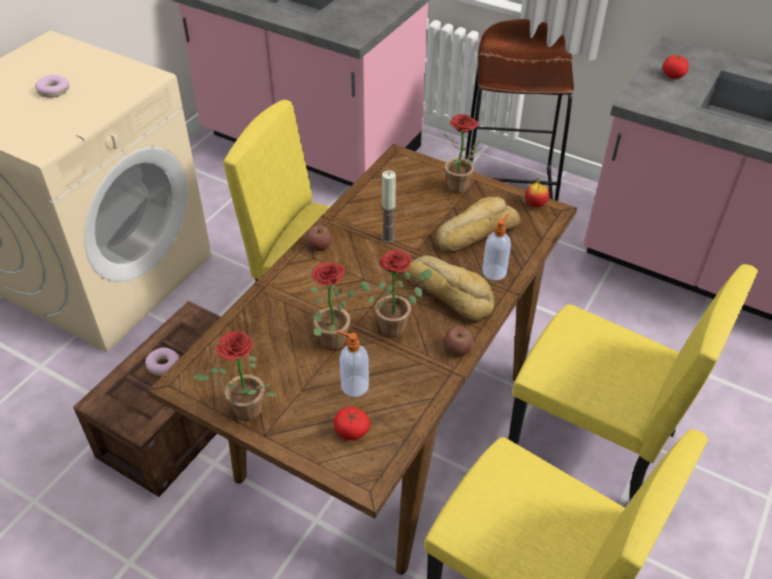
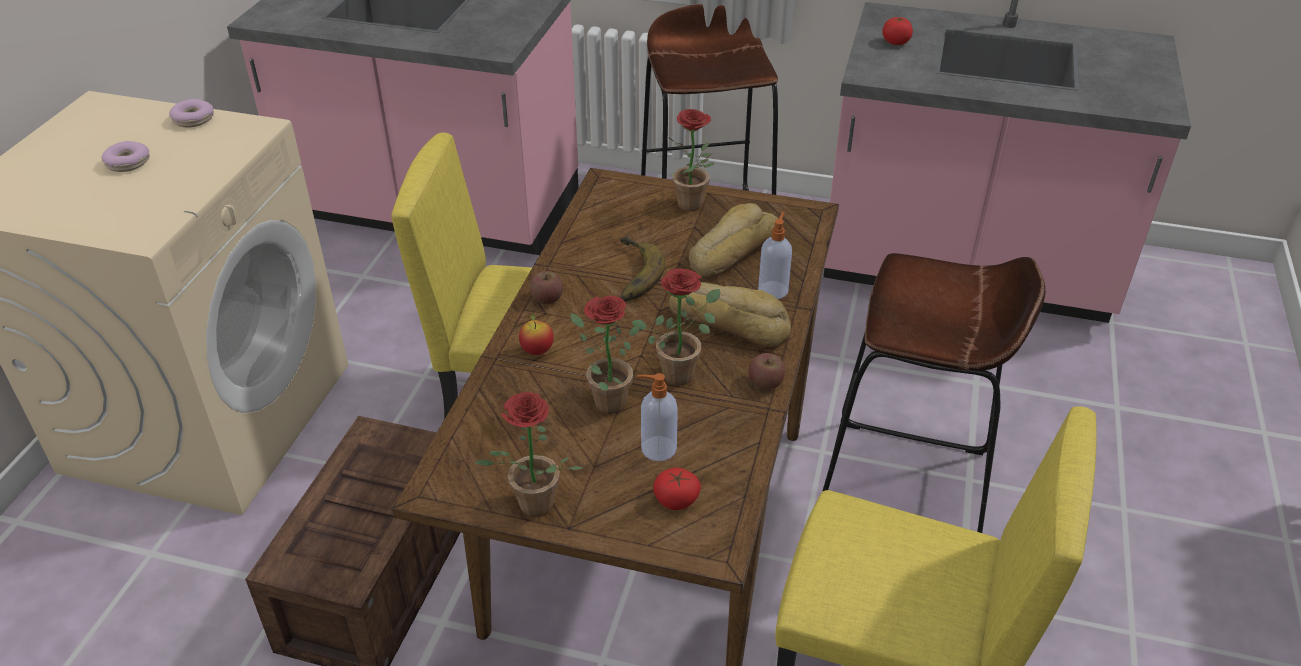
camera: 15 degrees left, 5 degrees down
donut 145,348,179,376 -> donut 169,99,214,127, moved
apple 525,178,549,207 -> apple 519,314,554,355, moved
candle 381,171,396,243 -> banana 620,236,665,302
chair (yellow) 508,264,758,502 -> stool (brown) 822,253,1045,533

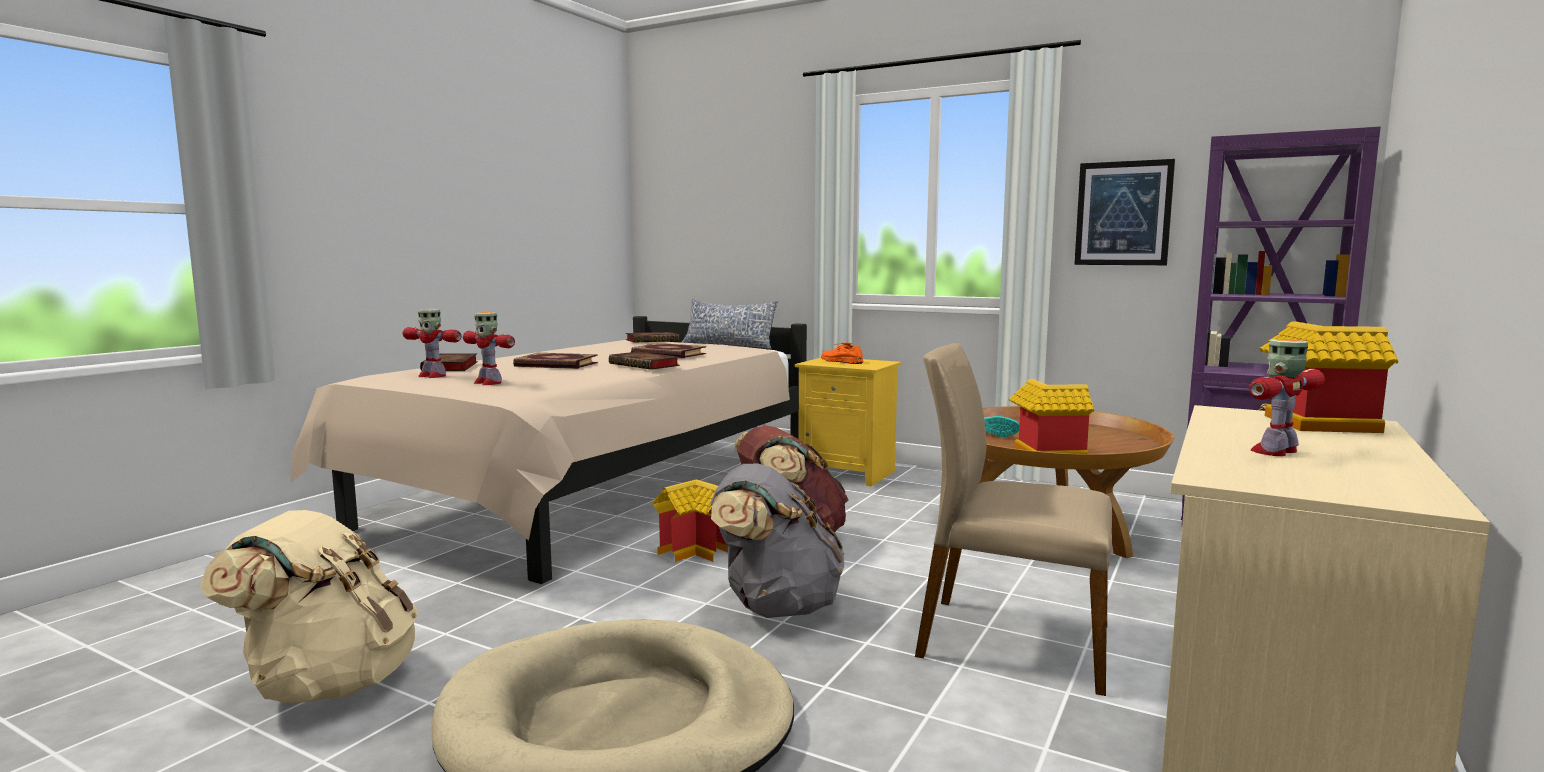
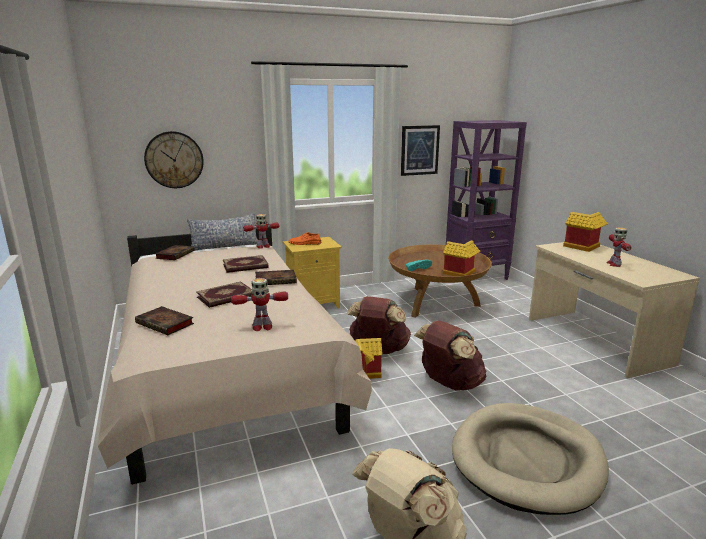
camera: 50 degrees left, 10 degrees up
chair (beige) 915,343,1112,696 -> none
none -> wall clock 144,131,204,188
toy robot 402,309,462,378 -> toy robot 243,214,280,249, moved
backpack (grey) 710,463,844,618 -> backpack (brown) 414,321,486,391

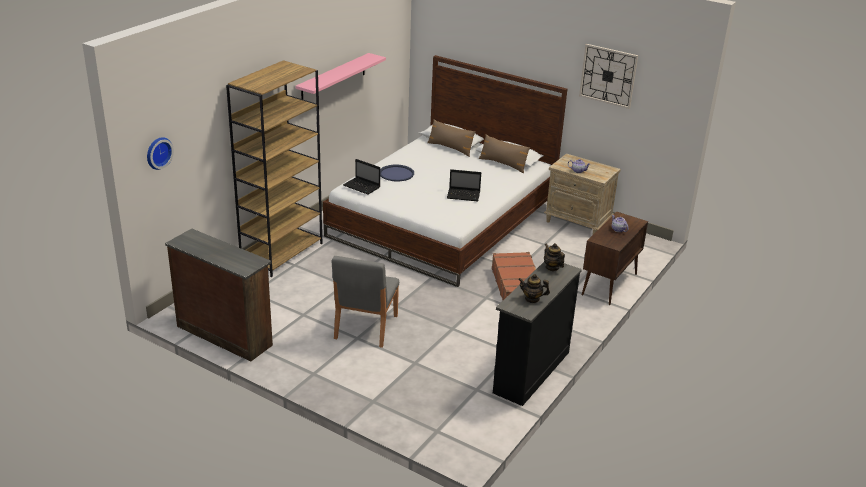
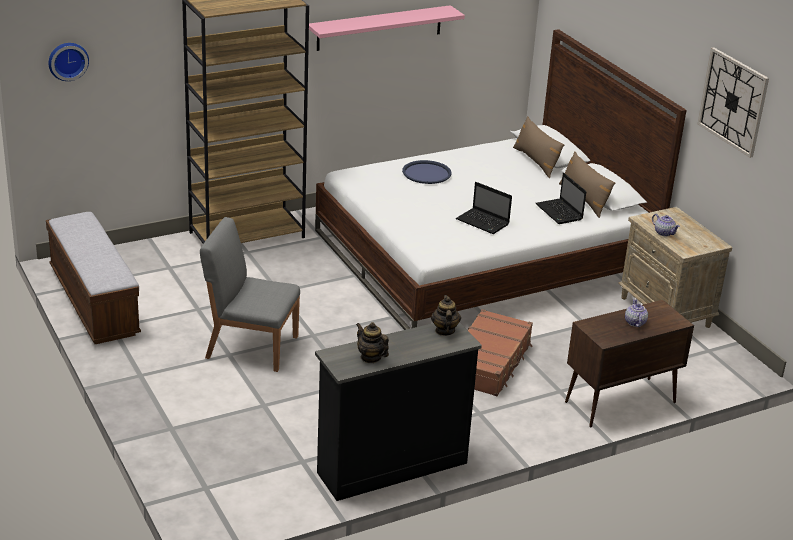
camera: 30 degrees right, 0 degrees up
laptop 343,159,380,195 -> laptop 536,173,586,224, moved
dresser (brown) 165,229,273,362 -> bench 46,212,141,344
chair (grey) 332,256,399,348 -> chair (grey) 200,217,300,372, 60 degrees clockwise

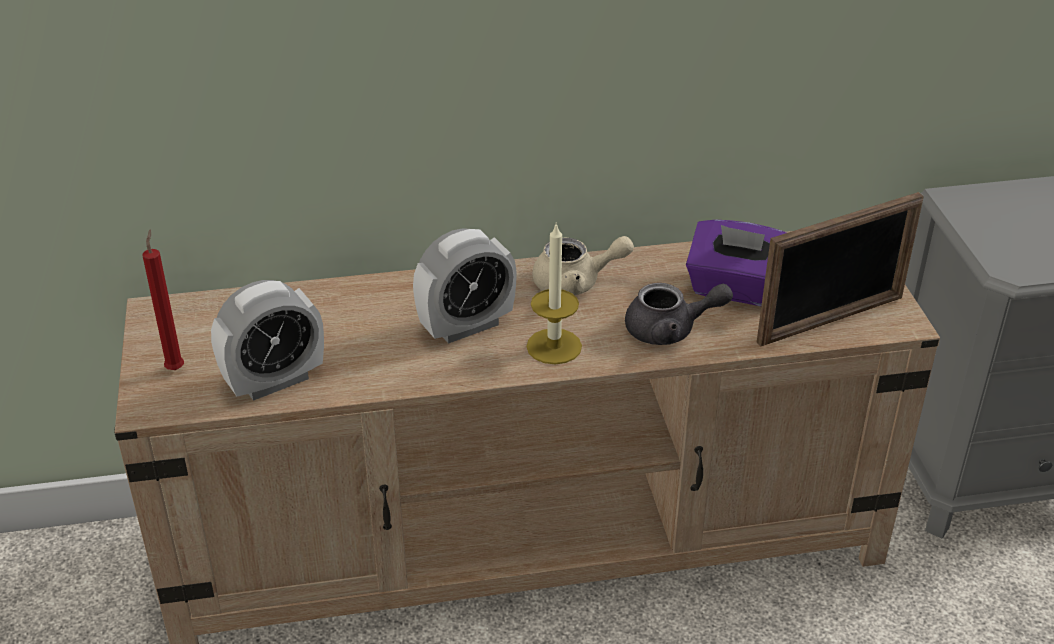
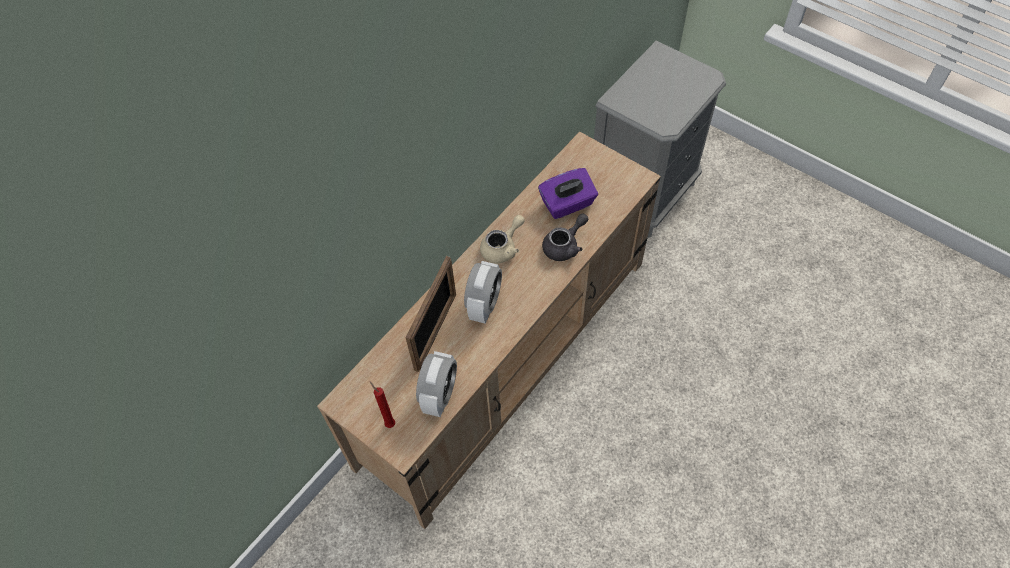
camera: 40 degrees left, 20 degrees up
candle 526,222,582,364 -> none
picture frame 757,192,924,346 -> picture frame 406,256,456,372, moved

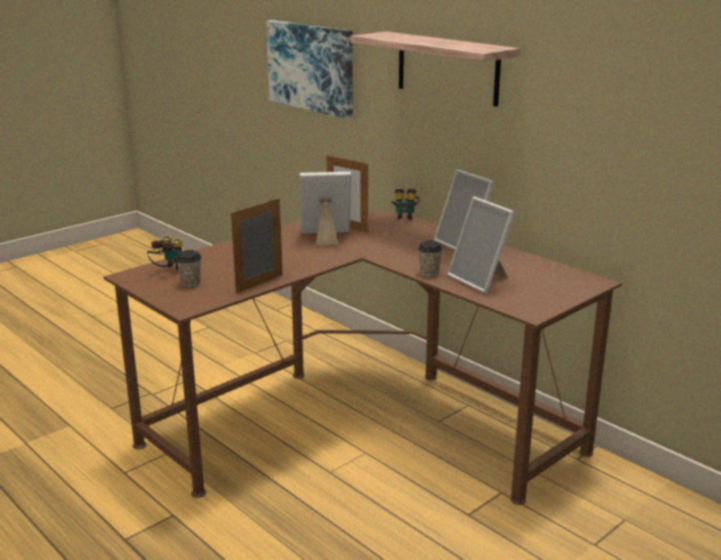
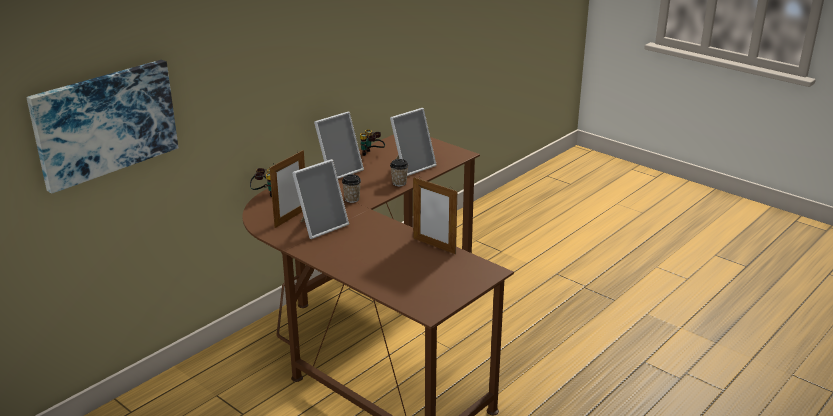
camera: 95 degrees left, 5 degrees up
shelf 350,31,520,107 -> none
binoculars 147,236,182,270 -> binoculars 360,129,385,156, moved
cup 176,250,201,287 -> cup 342,174,361,203, moved
picture frame 299,172,351,245 -> picture frame 292,159,349,239, 120 degrees counterclockwise

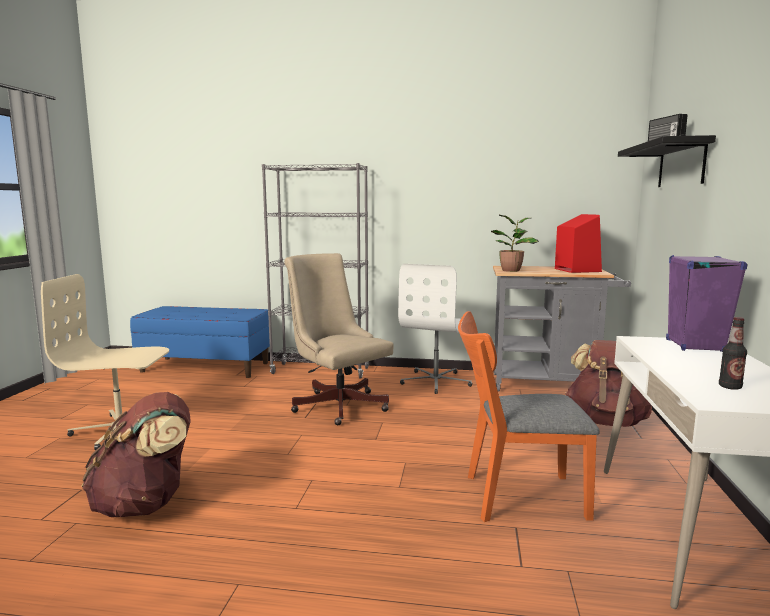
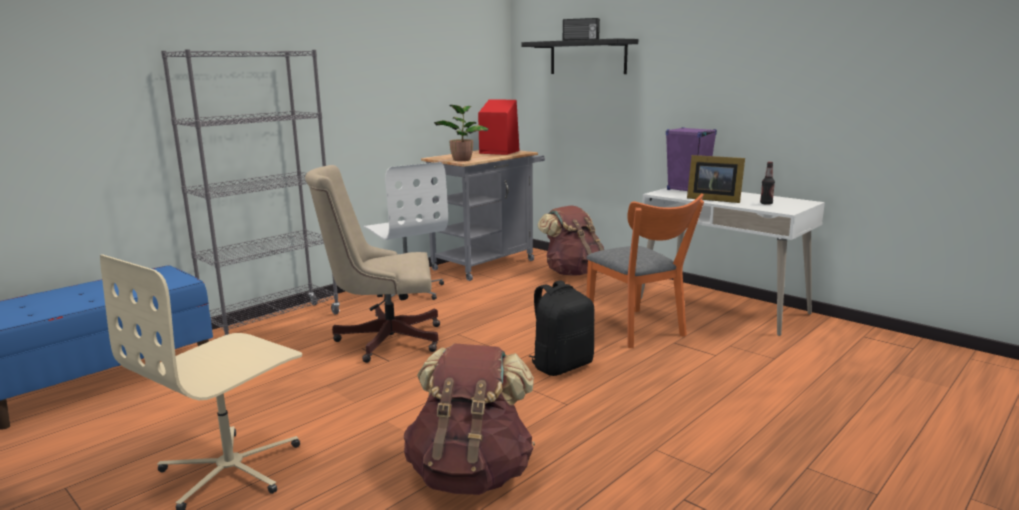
camera: 55 degrees left, 5 degrees up
none -> backpack (black) 529,280,595,376
none -> picture frame 687,155,745,203
chair (orange) 458,311,600,522 -> chair (orange) 586,193,704,348, 60 degrees counterclockwise

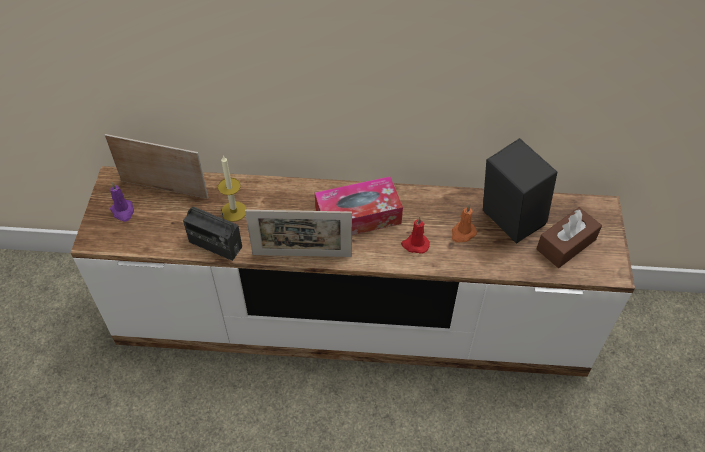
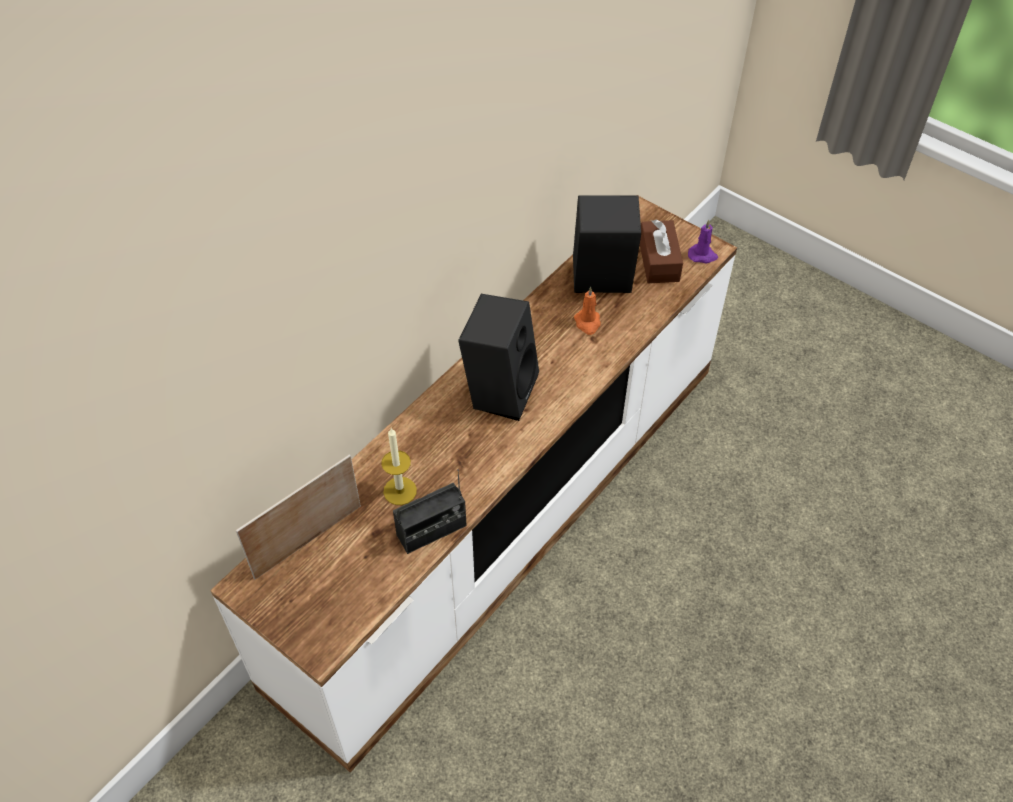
camera: 55 degrees left, 0 degrees up
picture frame 245,210,352,257 -> none
candle (red) 401,217,430,254 -> none
candle (purple) 110,182,134,222 -> candle (purple) 688,220,718,263, moved
tissue box 315,176,403,235 -> speaker (black) 458,294,539,421

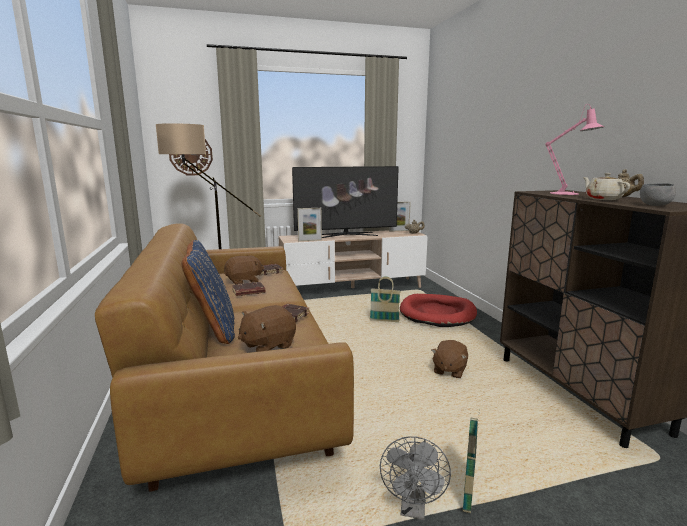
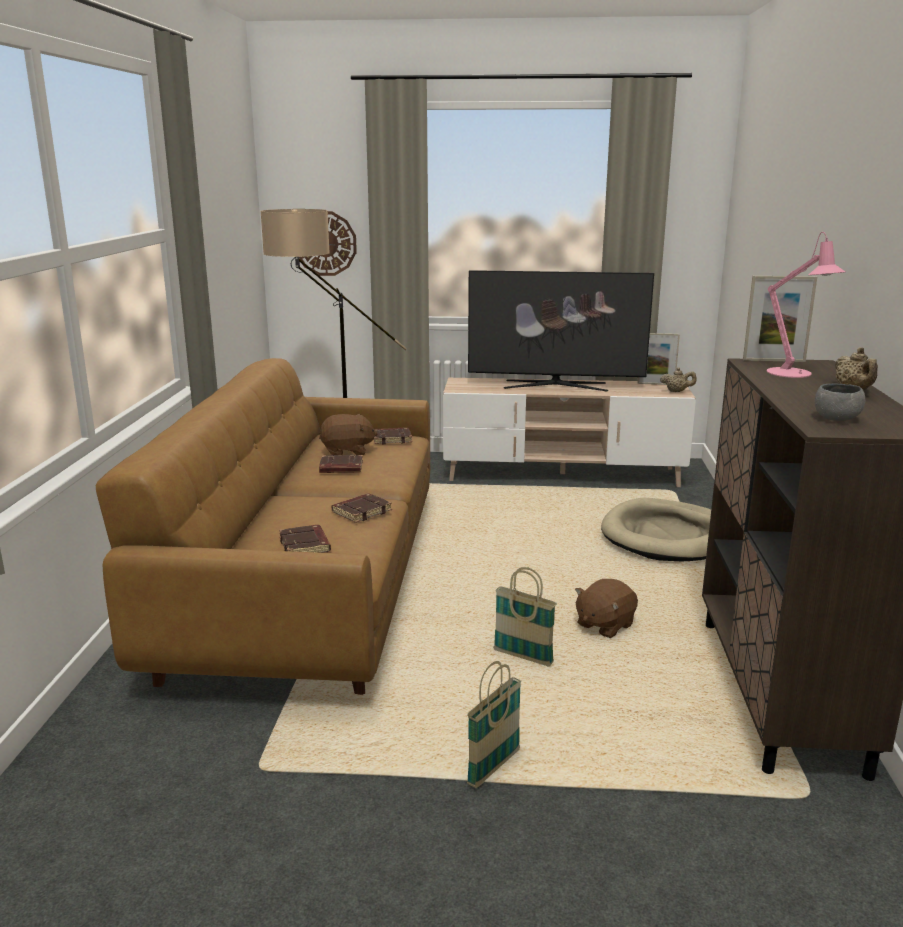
camera: 20 degrees right, 5 degrees up
pillow (blue) 182,240,235,344 -> none
fan (grey) 380,436,451,520 -> none
teapot (beige) 583,173,630,200 -> none
picture frame 297,208,322,241 -> picture frame 743,276,817,362, moved
basket 369,277,401,322 -> basket 493,567,557,667, moved
plush toy (brown) 238,305,296,352 -> book (brown) 279,525,331,553
dog bed (red) 400,294,477,327 -> dog bed (beige) 601,498,711,561

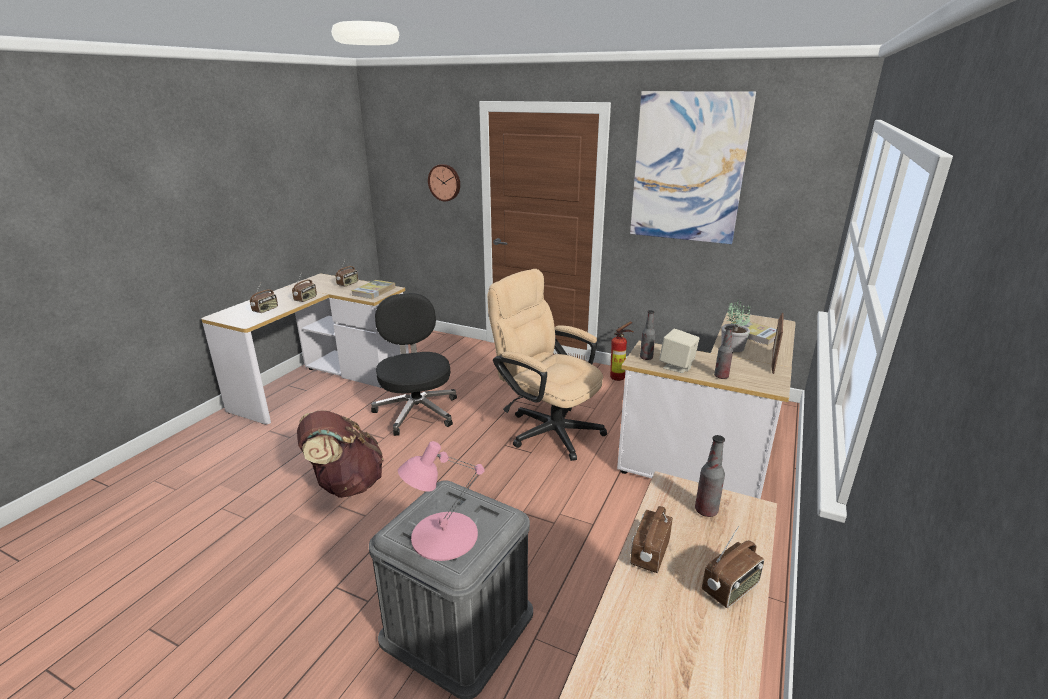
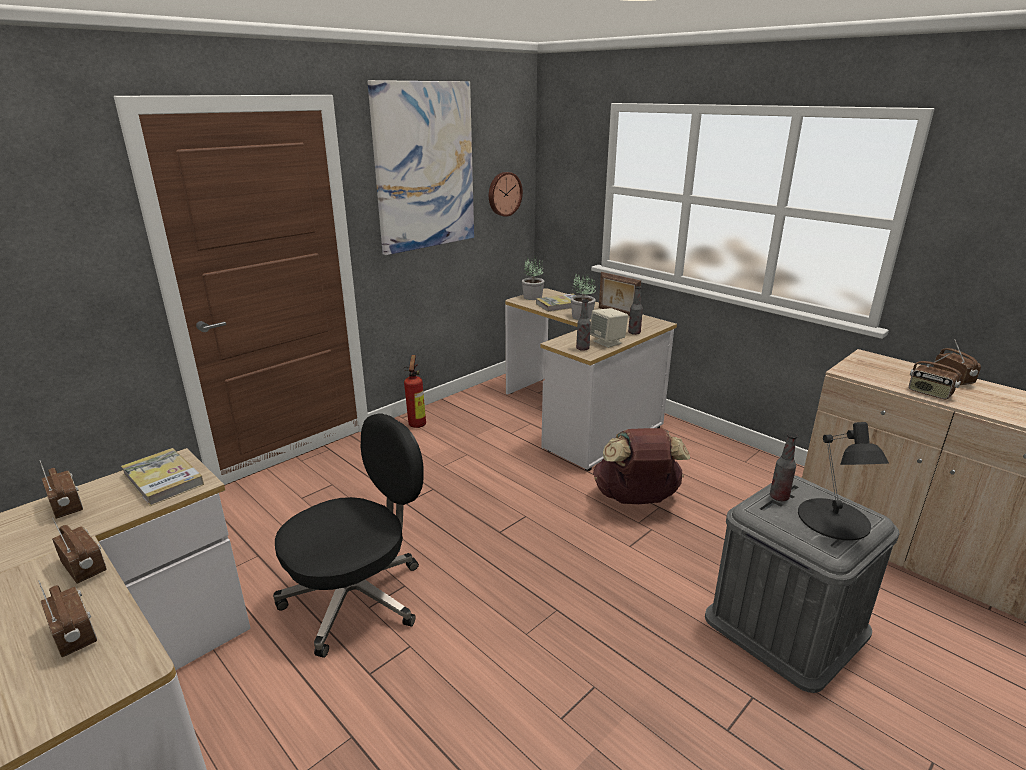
camera: 70 degrees left, 0 degrees up
office chair (beige) 487,269,607,461 -> none
none -> potted plant 522,256,544,300
backpack (brown) 297,410,384,498 -> backpack (brown) 593,428,690,504, moved
wall clock 428,164,460,201 -> wall clock 489,172,523,217, moved
bottle 695,435,725,517 -> bottle 770,433,797,501, moved
table lamp (pink) 398,441,485,561 -> table lamp (black) 798,422,889,541
office chair (black) 371,293,457,436 -> office chair (black) 273,414,423,658, 135 degrees clockwise

